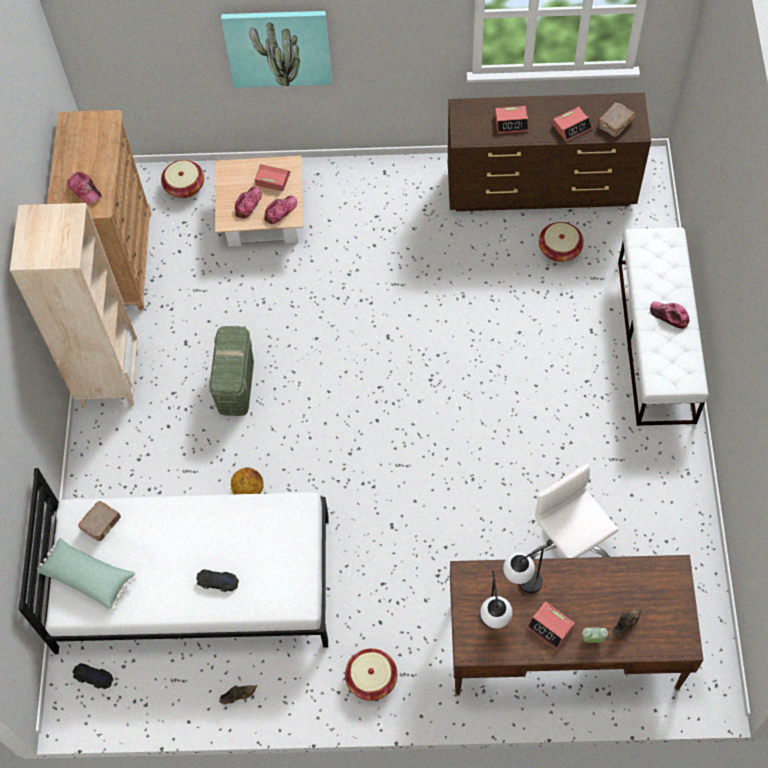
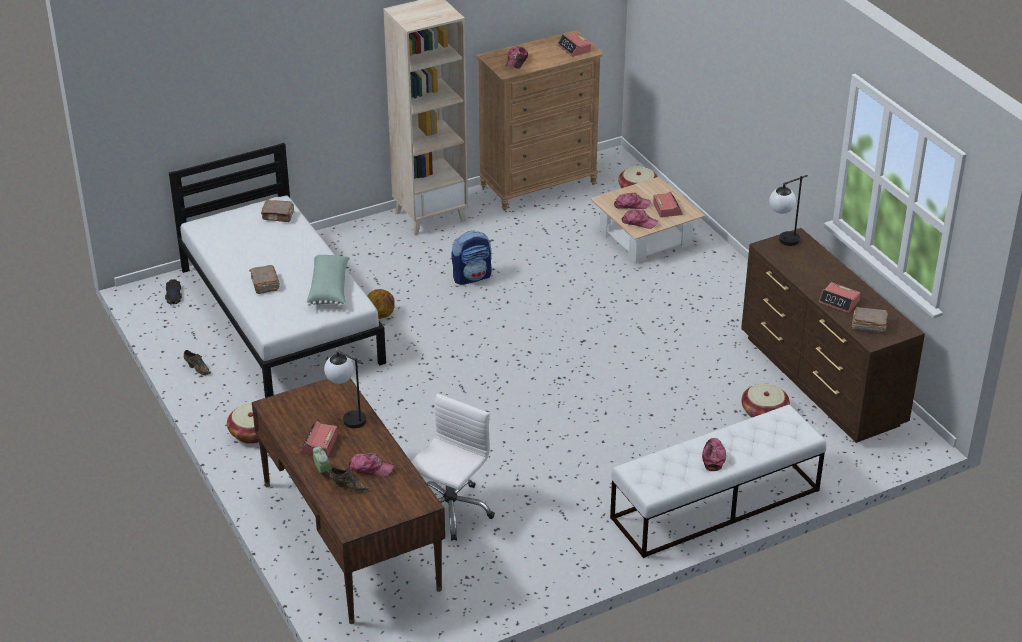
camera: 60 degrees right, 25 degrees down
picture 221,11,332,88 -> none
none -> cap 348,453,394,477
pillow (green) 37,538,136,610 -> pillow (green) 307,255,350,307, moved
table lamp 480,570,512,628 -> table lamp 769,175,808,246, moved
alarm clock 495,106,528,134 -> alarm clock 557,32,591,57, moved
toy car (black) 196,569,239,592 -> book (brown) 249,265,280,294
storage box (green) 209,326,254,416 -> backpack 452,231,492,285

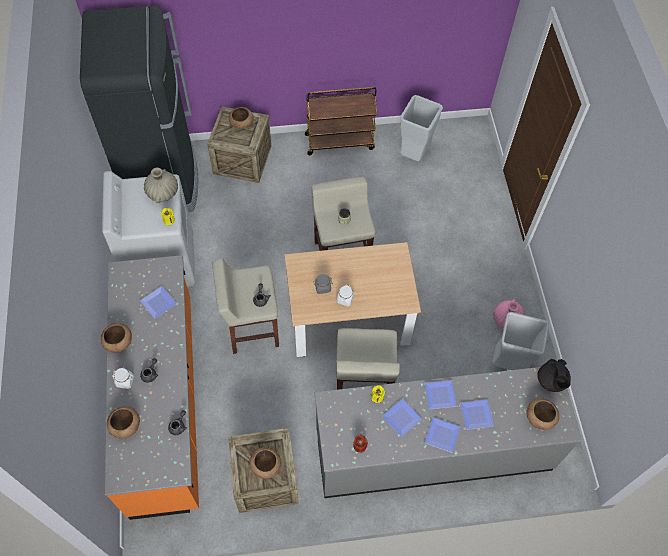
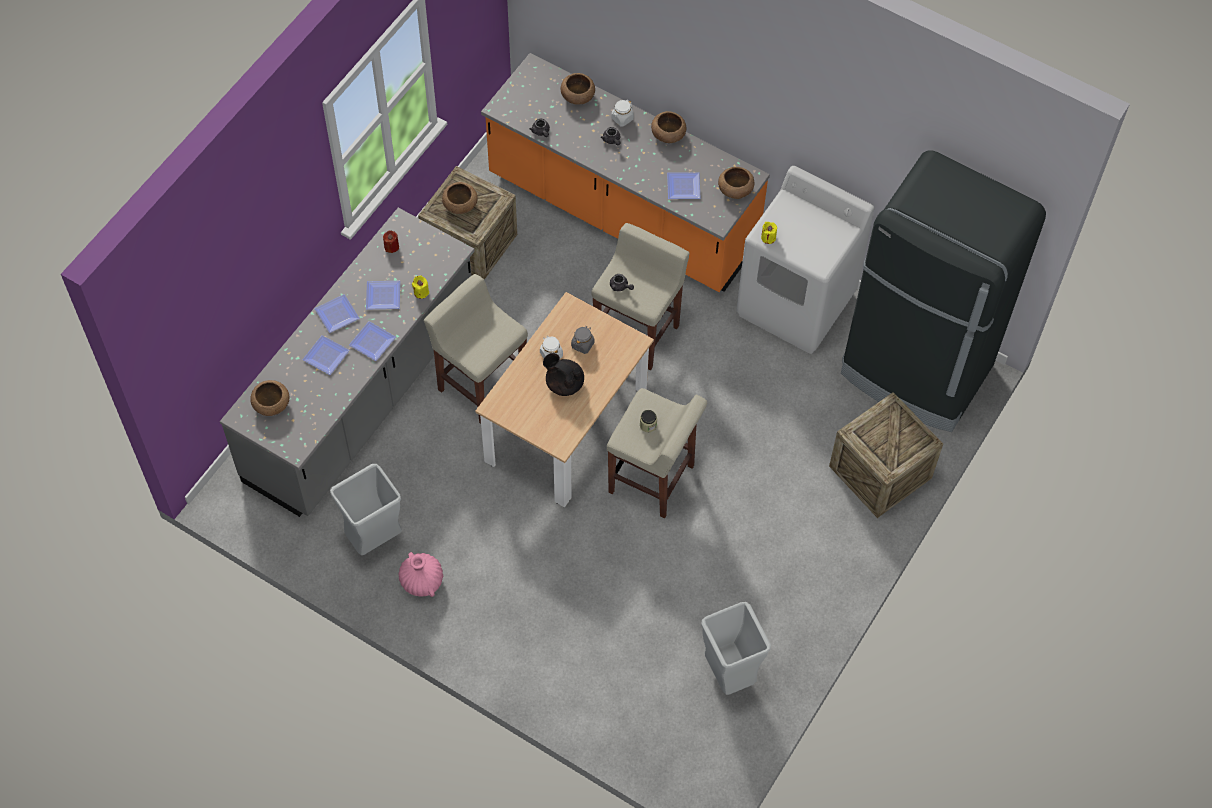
camera: 130 degrees right, 0 degrees up
vase (beige) 144,168,178,203 -> none
cart (brown) 305,87,377,155 -> none
bowl (brown) 229,107,253,129 -> bowl (brown) 718,167,754,199, moved
teapot (black) 537,359,571,392 -> teapot (black) 543,353,584,396, moved

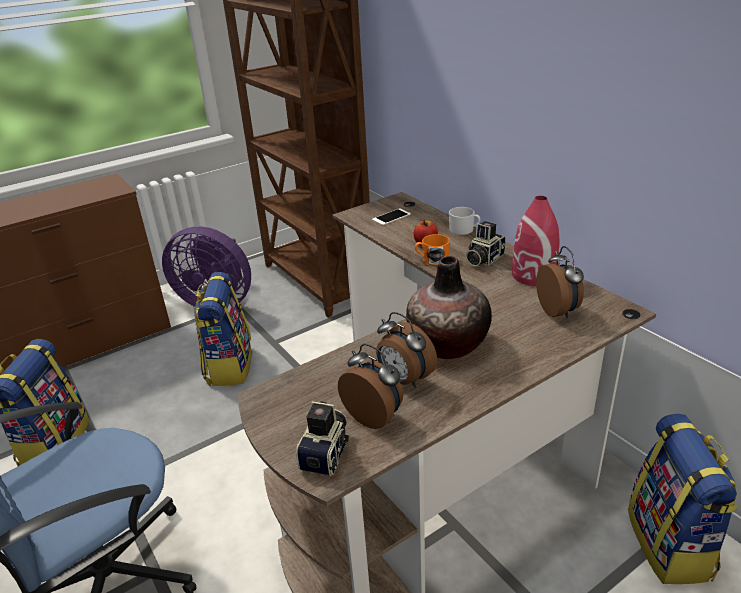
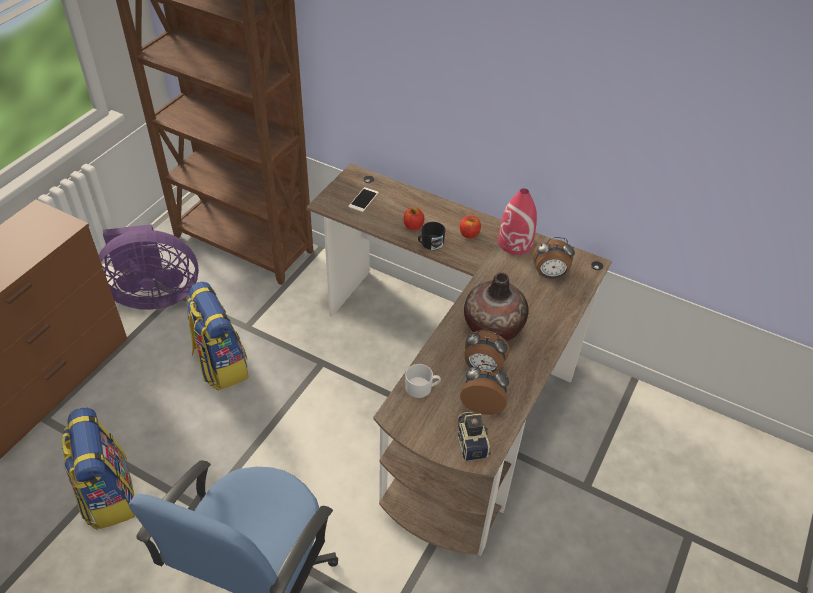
camera: 30 degrees left, 15 degrees up
backpack 628,414,739,584 -> none
mug (white) 449,207,480,235 -> mug (white) 405,364,441,398, moved
photo camera 466,221,506,266 -> apple 460,215,481,239
mug (orange) 415,234,450,265 -> mug (black) 418,222,445,250
alarm clock 536,246,584,318 -> alarm clock 533,237,575,279, 135 degrees clockwise

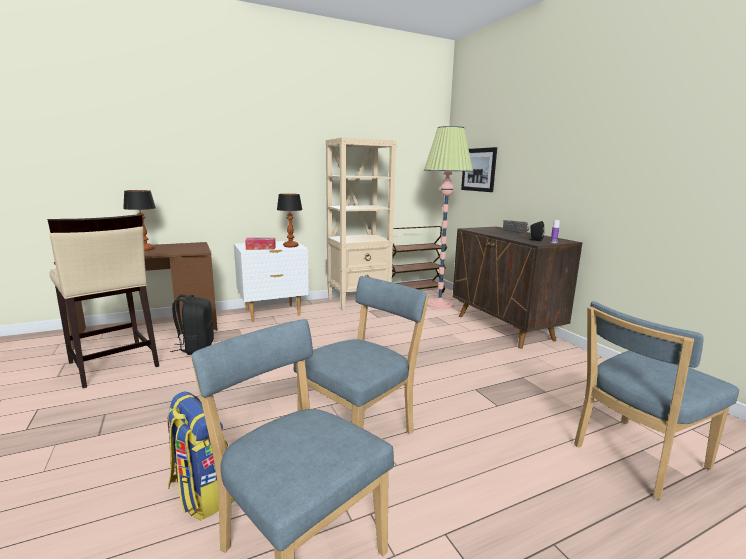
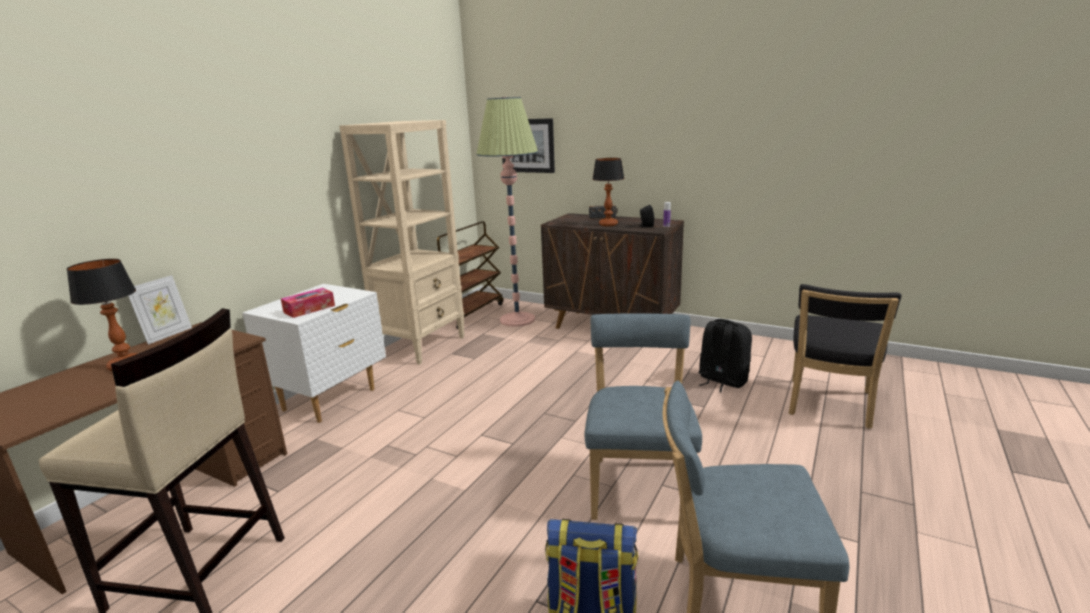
camera: 35 degrees left, 5 degrees up
none -> picture frame 128,275,192,344
backpack (black) 170,294,214,355 -> backpack (black) 699,319,752,392, moved
table lamp 277,194,302,247 -> table lamp 592,158,624,226, moved
chair (blue) 574,301,739,500 -> chair (black) 789,284,902,429

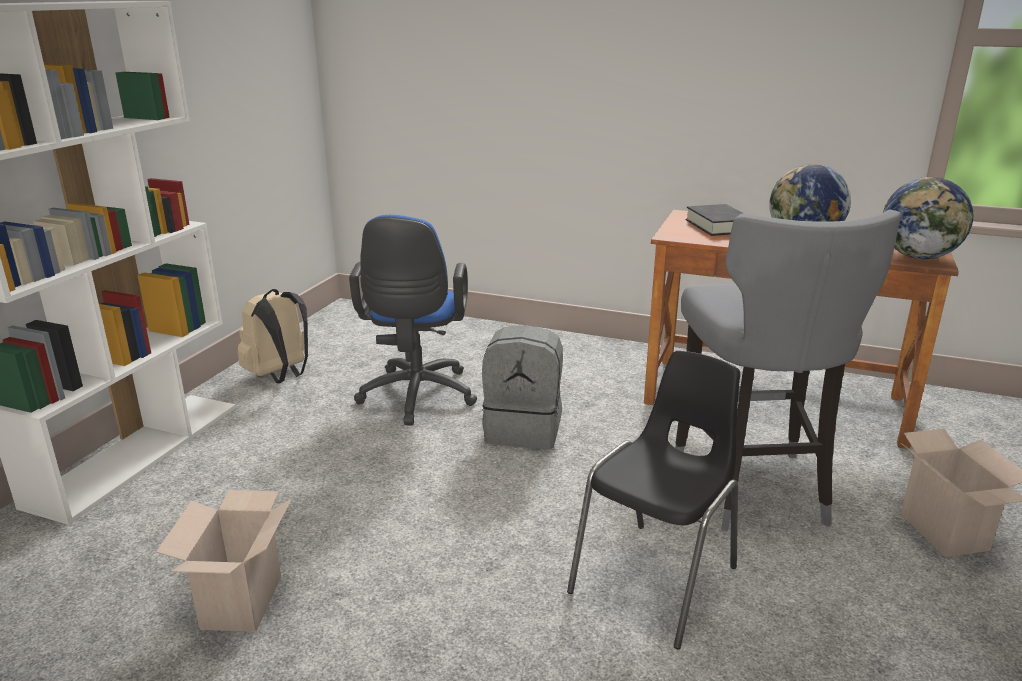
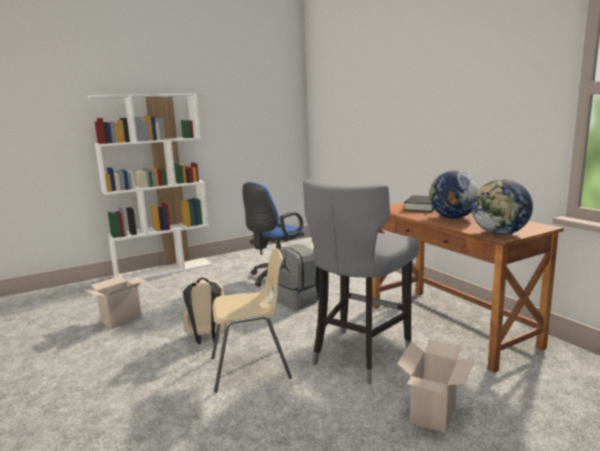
camera: 40 degrees right, 10 degrees down
backpack (beige) 238,289,308,383 -> backpack (beige) 183,278,231,344, moved
chair (black) 567,351,740,649 -> chair (beige) 211,248,292,393

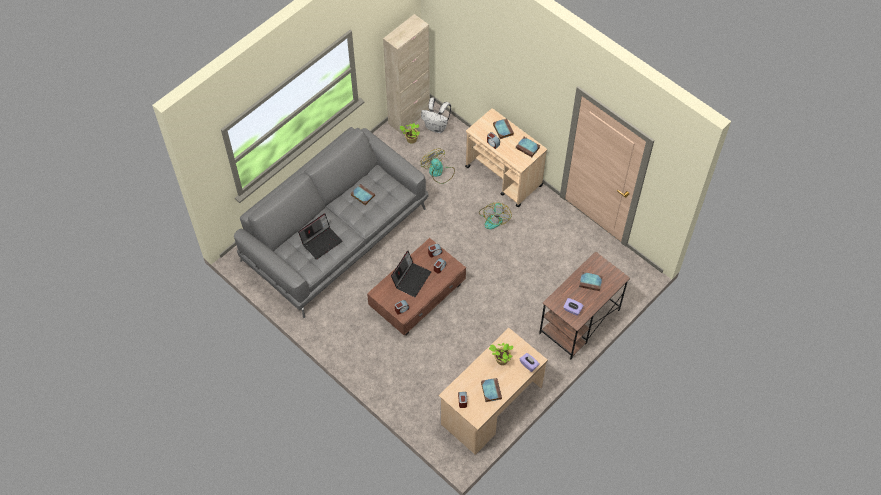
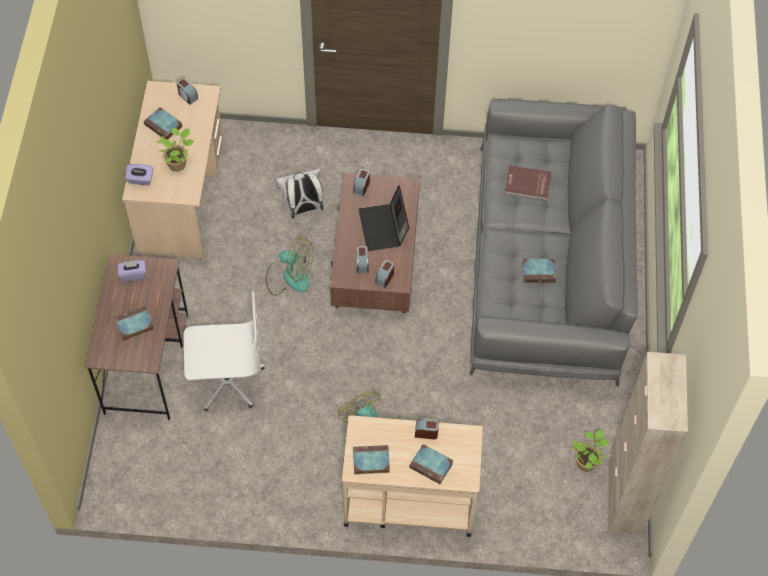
camera: 140 degrees right, 0 degrees up
none -> office chair (white) 184,291,265,411
backpack (white) 421,97,451,133 -> backpack (white) 276,169,324,218, moved
fan 421,148,455,184 -> fan 266,236,313,296, moved
laptop 298,213,342,260 -> book (red) 504,165,552,201

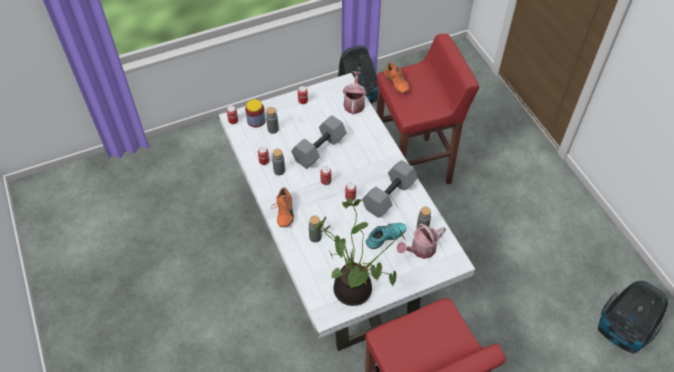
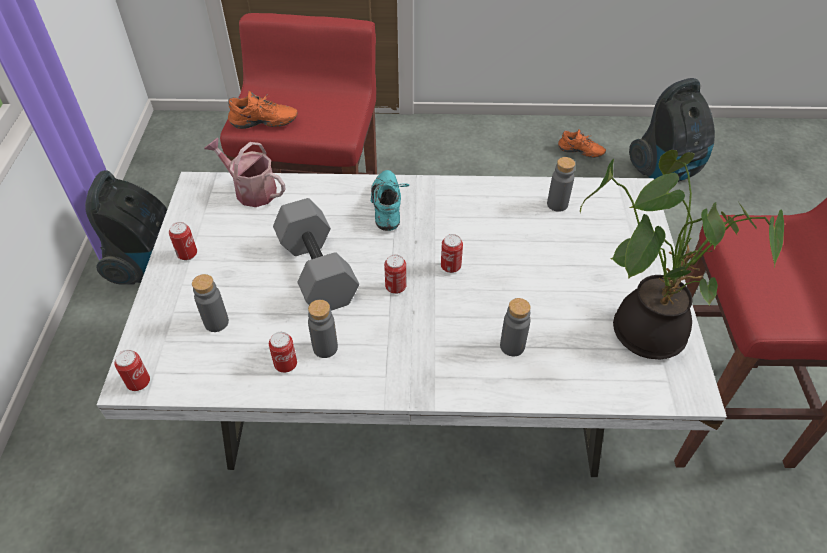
camera: 65 degrees left, 5 degrees down
jar 245,99,265,127 -> none
dumbbell (grey) 362,160,418,218 -> none
watering can 397,223,446,259 -> none
shoe (orange) 271,187,294,227 -> shoe (orange) 558,129,606,158, moved
shoe (turquoise) 366,222,406,249 -> shoe (turquoise) 371,170,409,231, moved

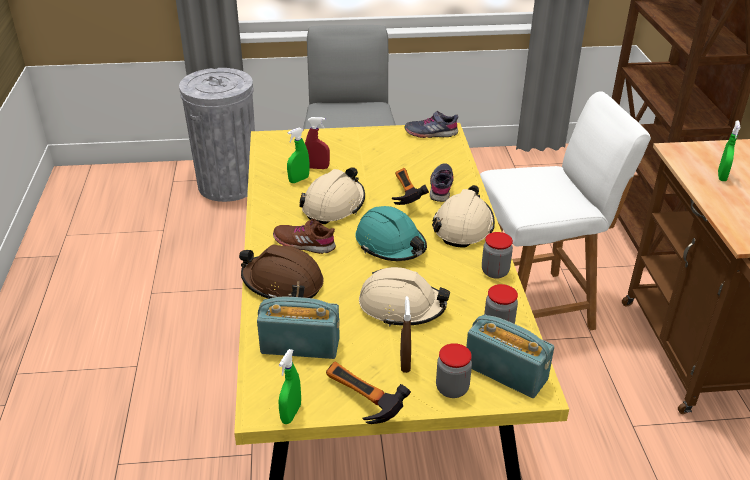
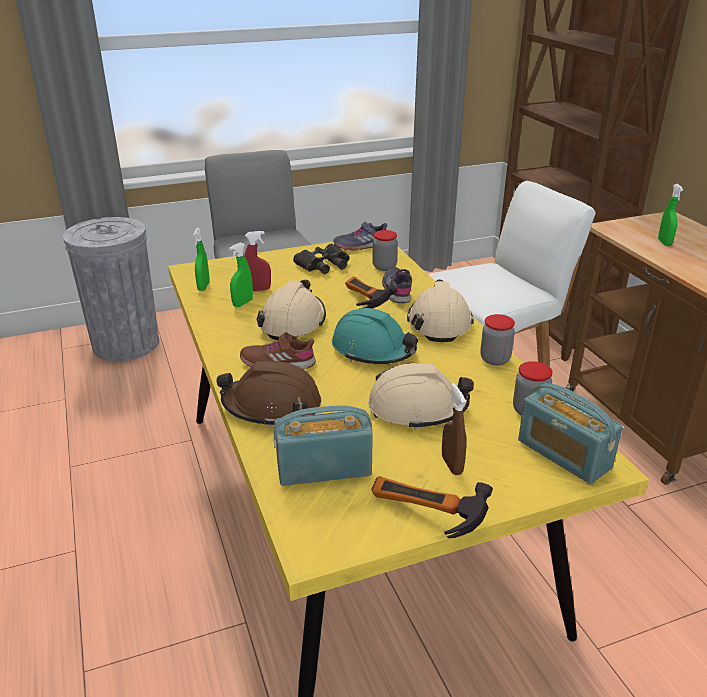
camera: 15 degrees left, 5 degrees down
none -> binoculars (black) 293,244,350,274
spray bottle (green) 278,349,301,424 -> spray bottle (green) 193,228,210,291, moved
jar 436,343,472,398 -> jar 373,230,398,271, moved
radio 466,314,554,398 -> radio 518,383,622,484, 150 degrees counterclockwise

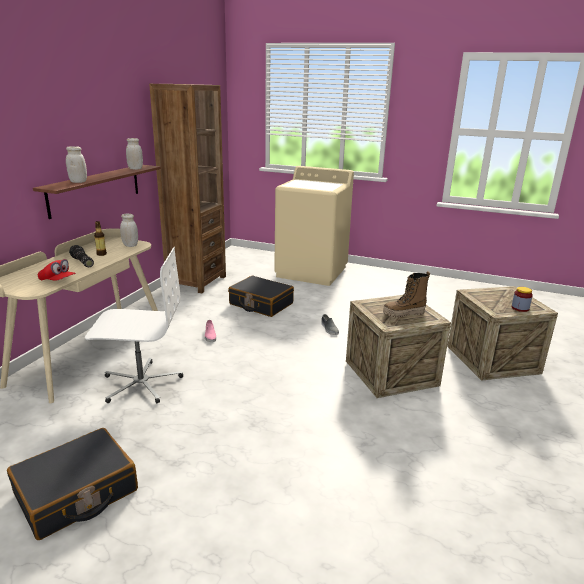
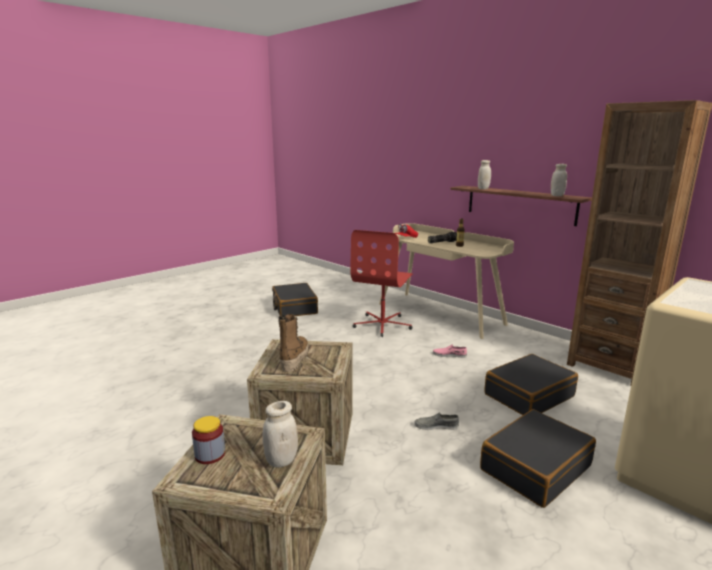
camera: 115 degrees right, 5 degrees down
none -> suitcase (black) 480,409,596,508
jar (white) 120,214,138,247 -> jar (white) 263,401,298,467, moved
office chair (white) 85,247,183,403 -> office chair (red) 351,230,413,337

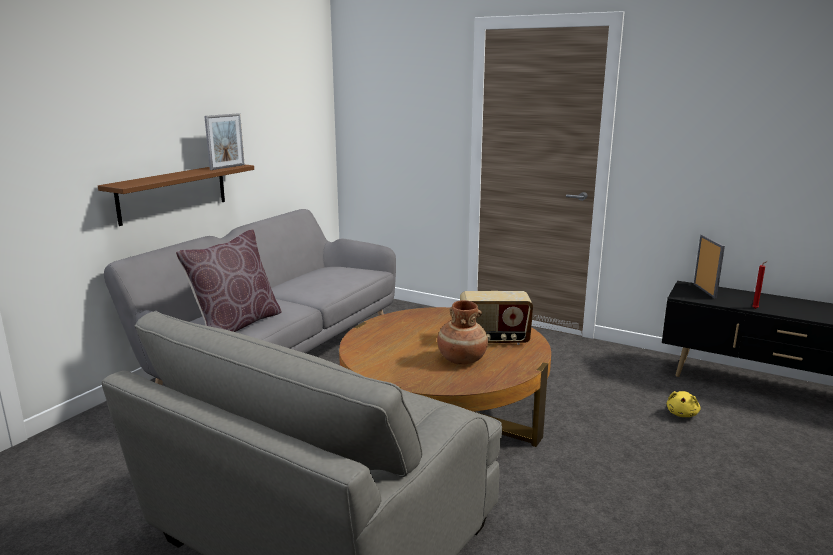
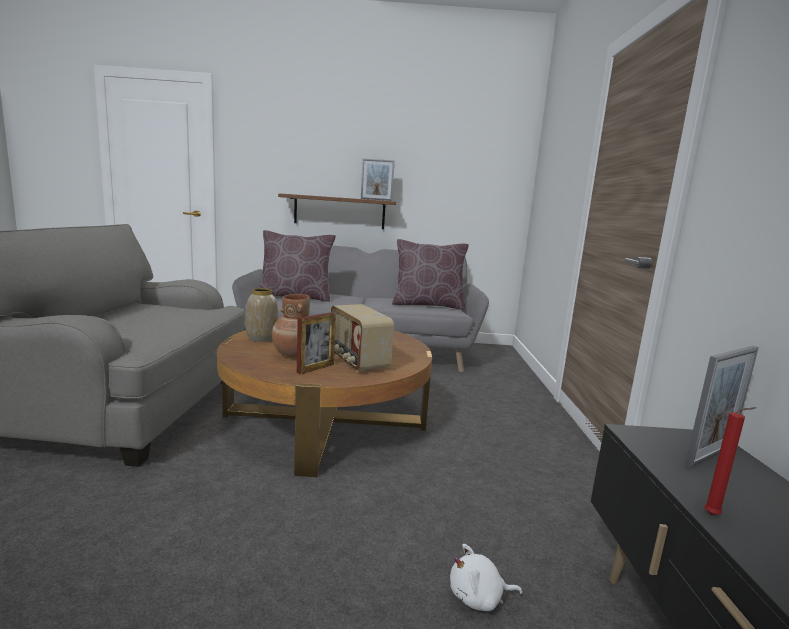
camera: 60 degrees right, 5 degrees down
none -> vase 245,288,279,342
none -> picture frame 297,312,336,374
none -> pillow (brown) 392,239,469,310
plush toy (yellow) 667,391,701,417 -> plush toy (white) 450,544,522,611

